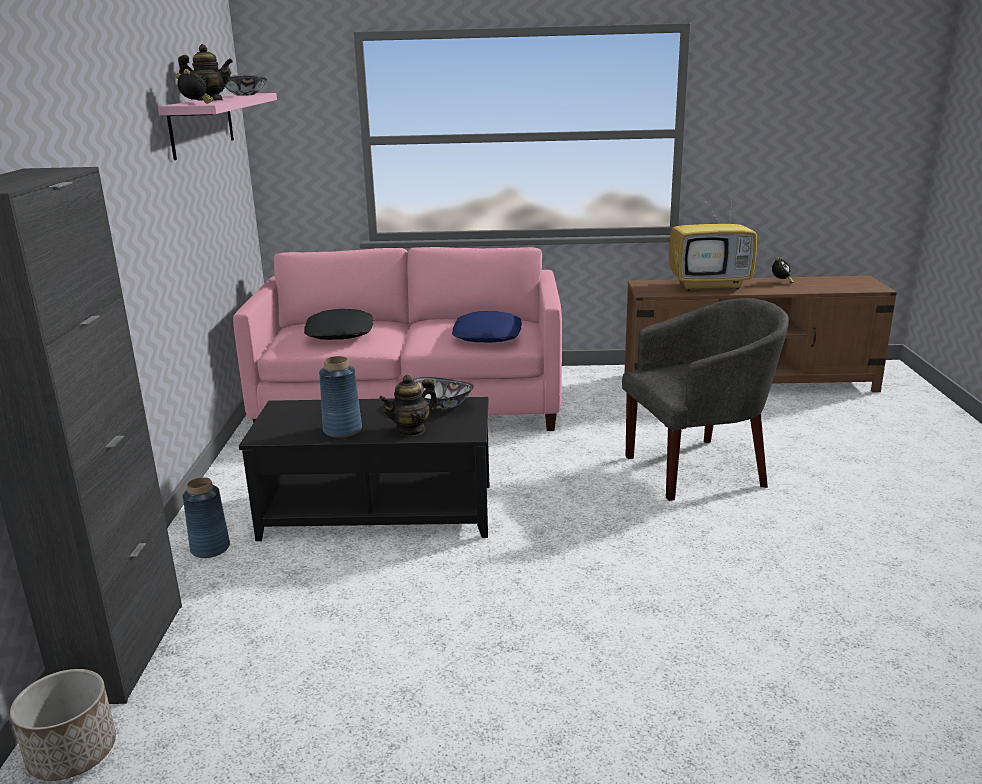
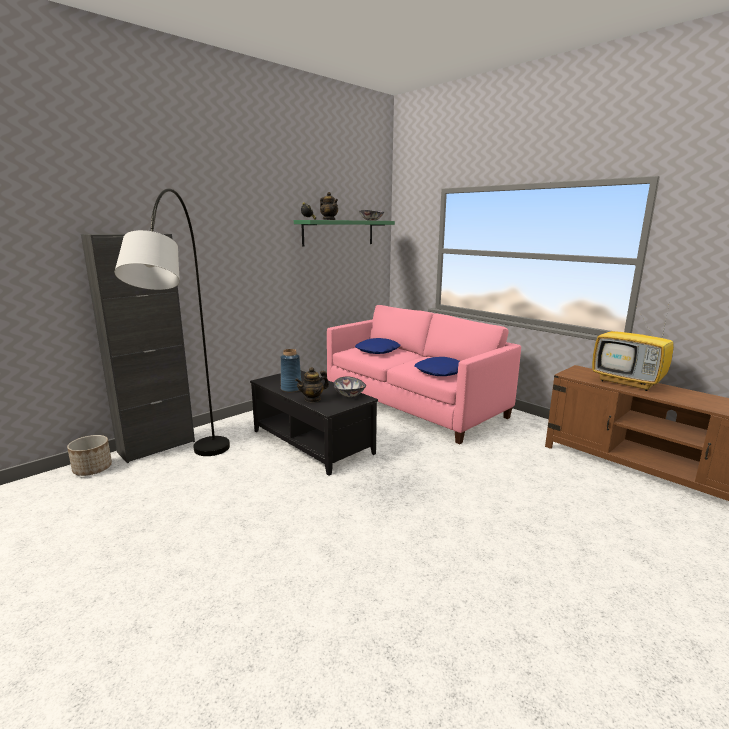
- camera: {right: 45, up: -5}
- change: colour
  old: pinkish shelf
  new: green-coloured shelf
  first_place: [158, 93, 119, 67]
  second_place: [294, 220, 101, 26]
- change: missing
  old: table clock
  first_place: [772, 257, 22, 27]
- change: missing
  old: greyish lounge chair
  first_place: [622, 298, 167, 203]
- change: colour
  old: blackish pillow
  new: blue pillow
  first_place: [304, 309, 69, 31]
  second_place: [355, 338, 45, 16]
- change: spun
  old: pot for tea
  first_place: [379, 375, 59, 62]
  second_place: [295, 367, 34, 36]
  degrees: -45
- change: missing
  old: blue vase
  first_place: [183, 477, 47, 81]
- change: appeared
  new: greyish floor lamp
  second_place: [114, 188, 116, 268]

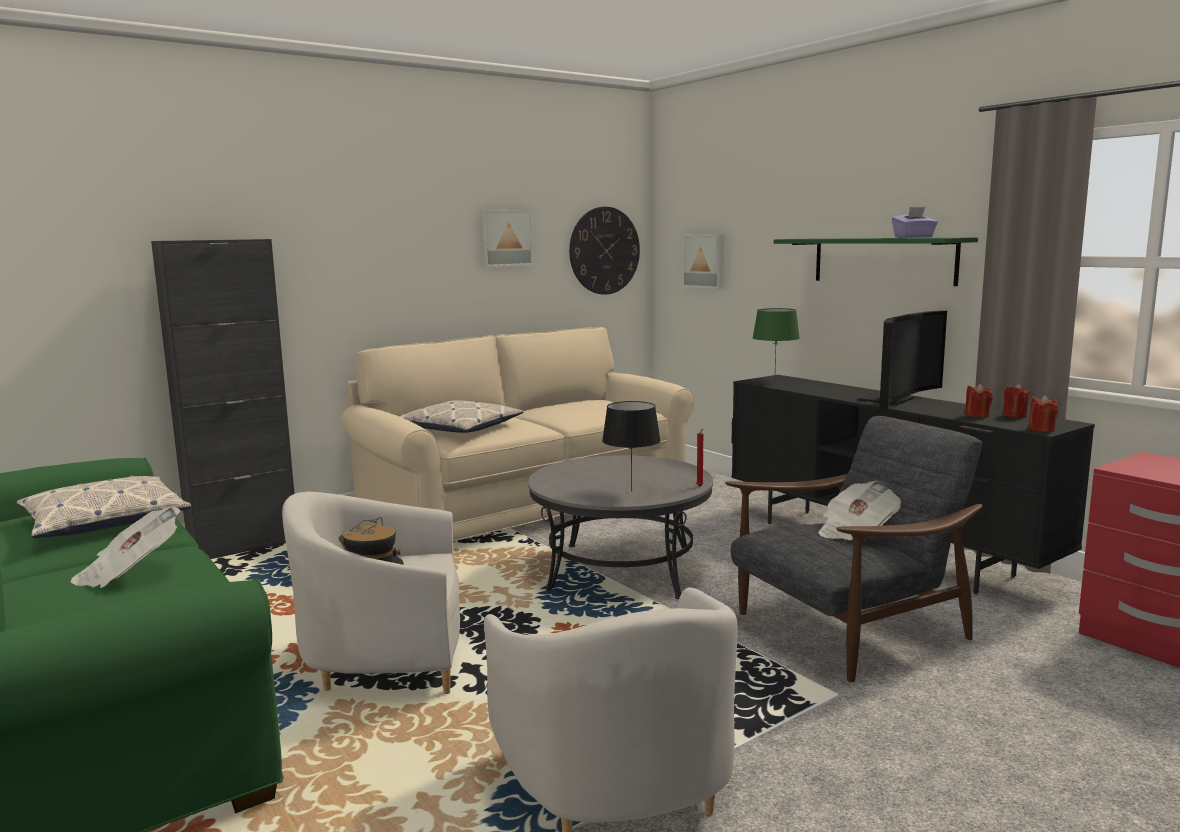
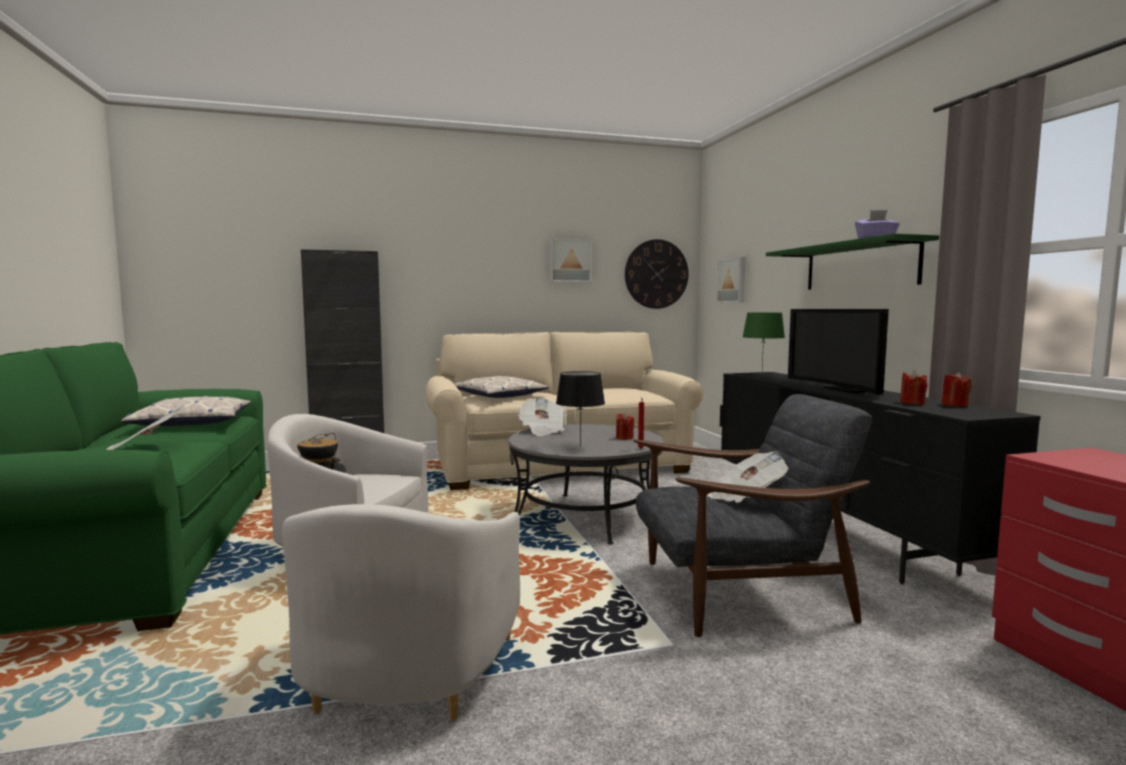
- camera: {right: 20, up: -5}
- change: spun
  old: television
  first_place: [857, 310, 90, 99]
  second_place: [788, 309, 101, 86]
  degrees: 105
- change: relocated
  old: red-coloured candle
  first_place: [1028, 395, 30, 37]
  second_place: [616, 413, 18, 27]
- change: appeared
  new: printed paper
  second_place: [518, 398, 49, 38]

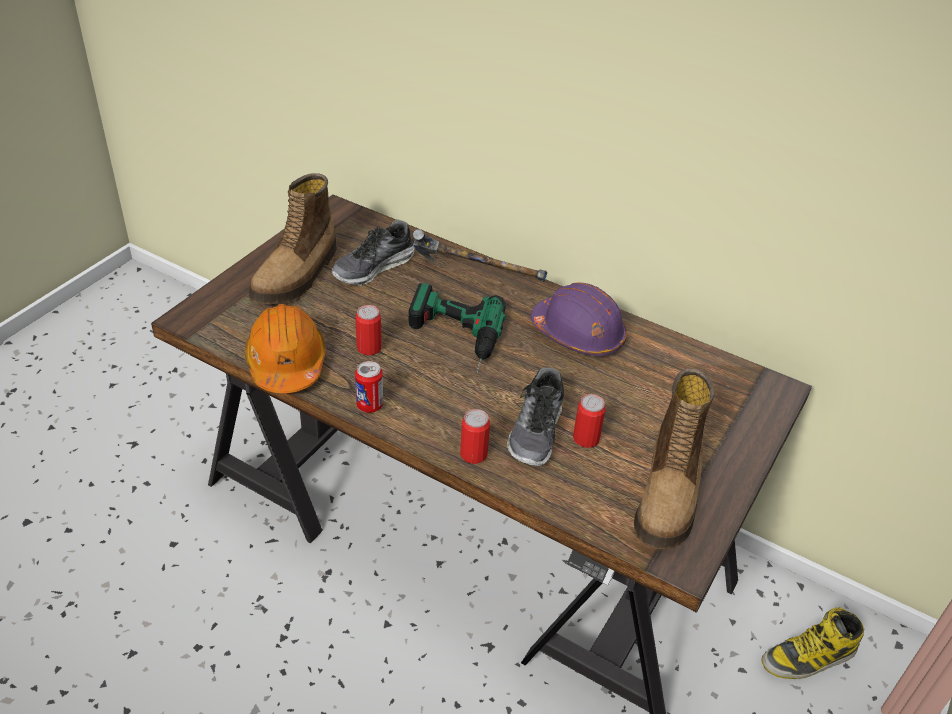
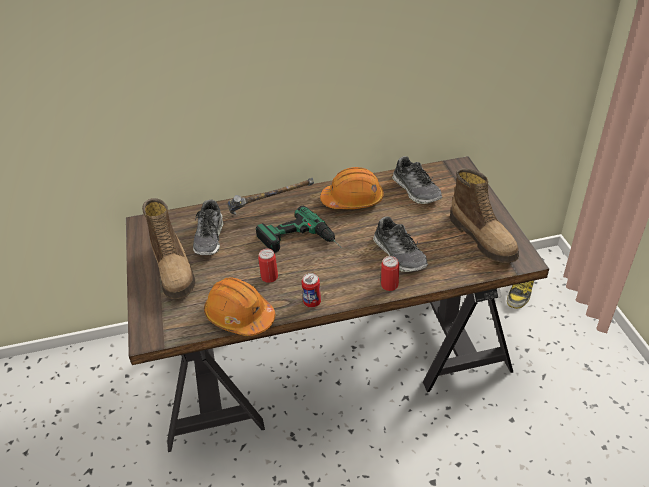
- camera: {right: -40, up: 0}
- change: colour
  old: purplish safety helmet
  new: orange safety helmet
  first_place: [531, 282, 96, 74]
  second_place: [320, 167, 64, 42]
- change: missing
  old: sealed can
  first_place: [573, 394, 33, 54]
- change: appeared
  new: item of footwear
  second_place: [392, 156, 50, 48]

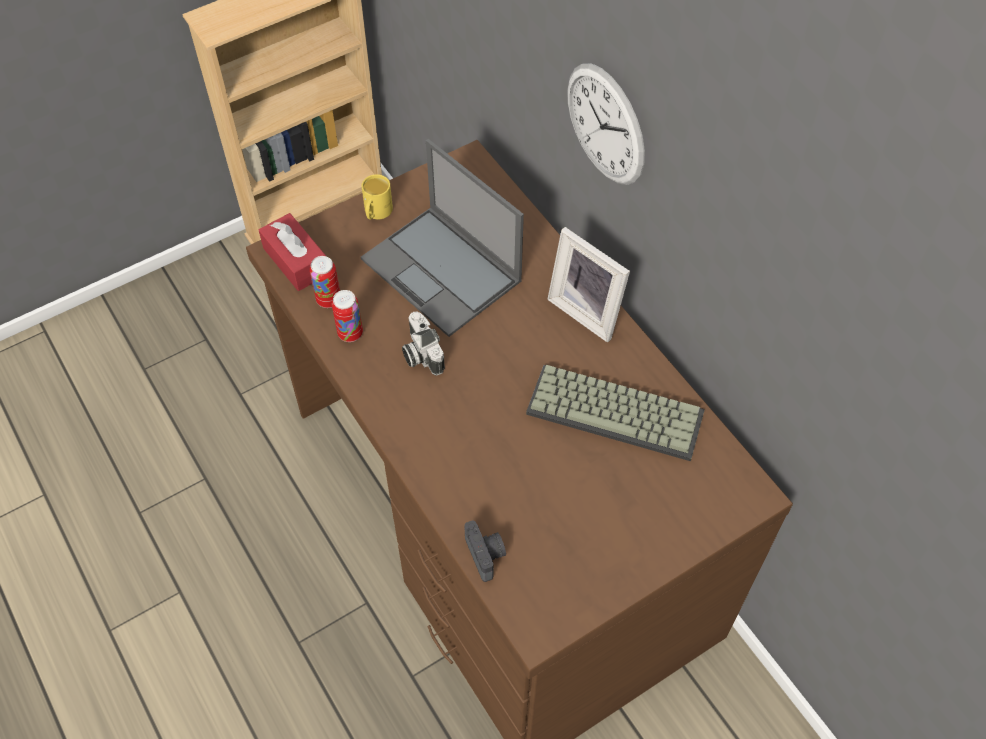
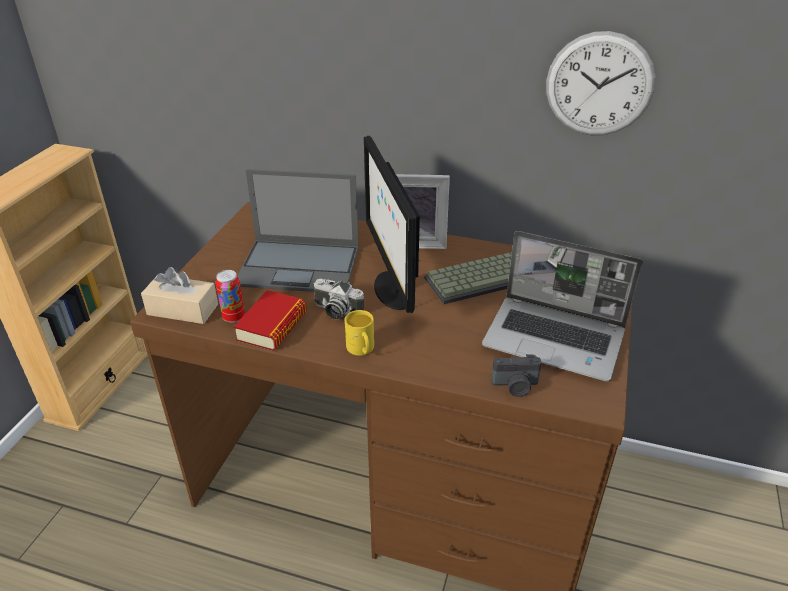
- camera: {right: -40, up: -20}
- change: relocated
  old: wall clock
  first_place: [567, 63, 78, 122]
  second_place: [546, 31, 110, 104]
- change: relocated
  old: yellowish mug
  first_place: [362, 174, 31, 46]
  second_place: [345, 310, 29, 46]
- change: colour
  old: red-coloured tissue holder
  new: beige-coloured tissue holder
  first_place: [259, 213, 67, 78]
  second_place: [141, 267, 77, 57]
- change: exchanged
  old: sealed can
  new: bound book
  first_place: [332, 290, 31, 52]
  second_place: [234, 290, 73, 61]
- change: spun
  old: still camera
  first_place: [464, 520, 42, 62]
  second_place: [491, 354, 51, 43]
  degrees: 150
- change: appeared
  new: computer screen
  second_place: [364, 136, 56, 177]
- change: appeared
  new: laptop
  second_place: [482, 231, 161, 151]

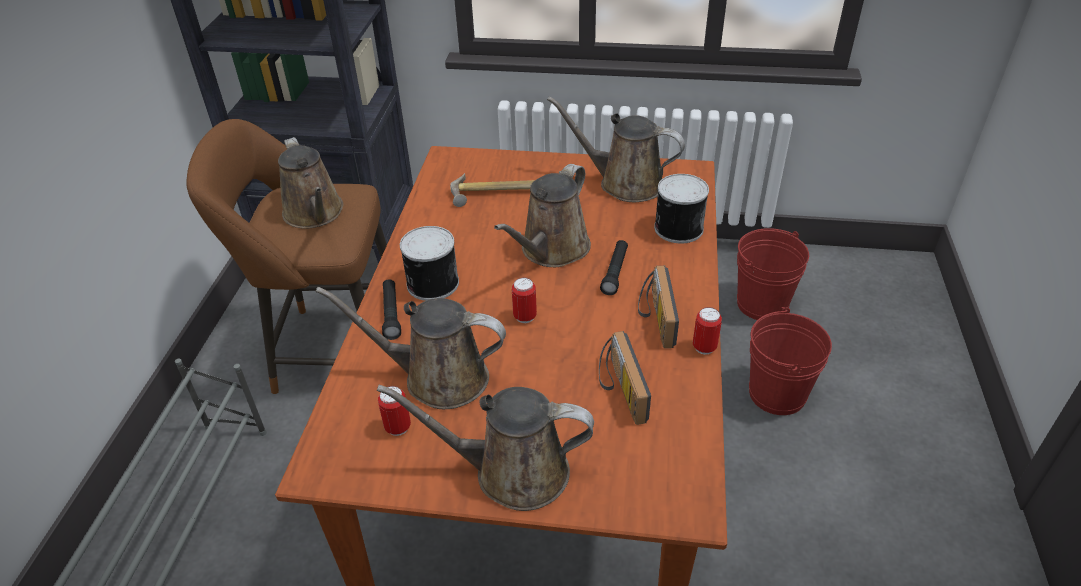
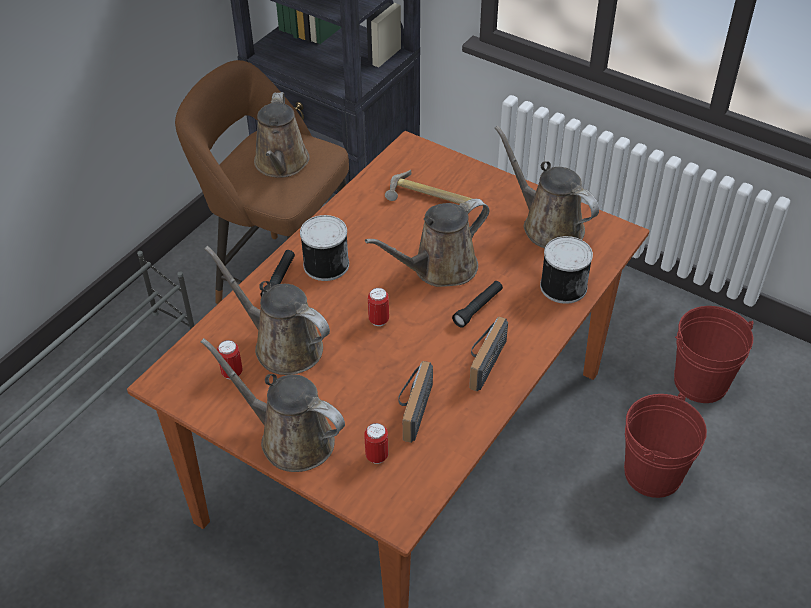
- camera: {right: 25, up: 5}
- change: relocated
  old: sealed can
  first_place: [693, 307, 29, 48]
  second_place: [364, 423, 24, 41]

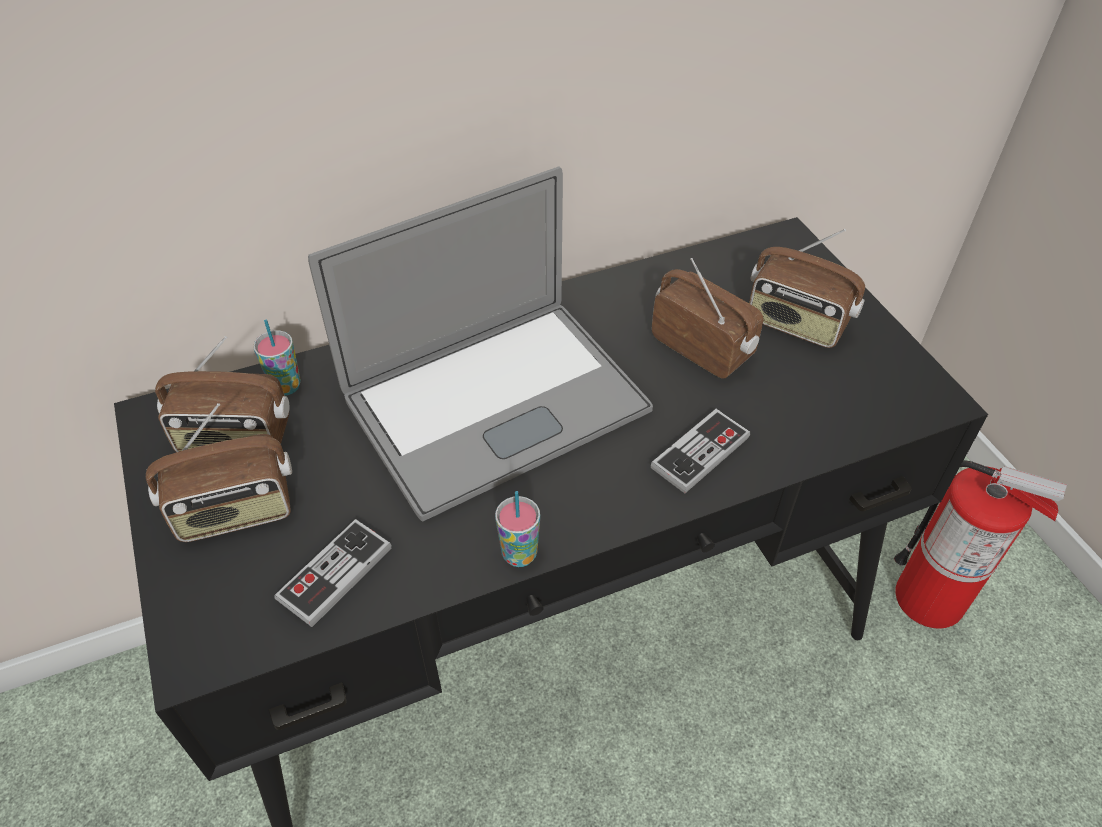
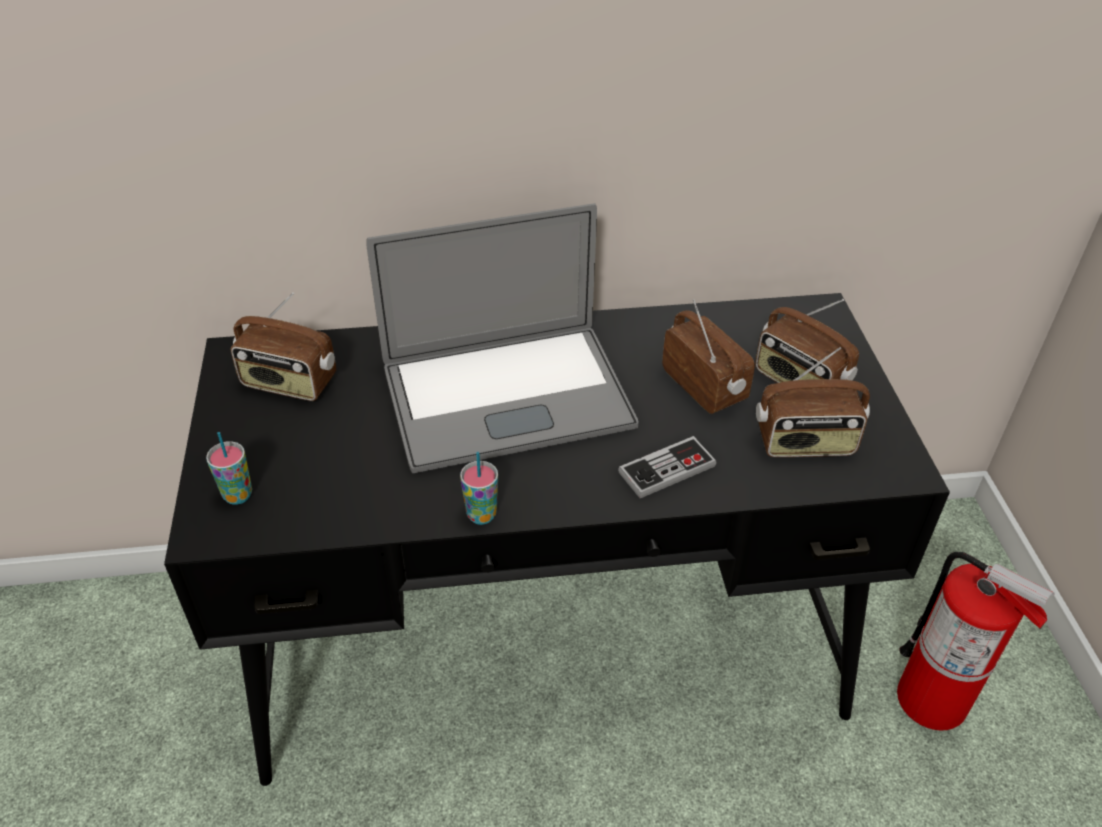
- camera: {right: 15, up: -5}
- change: relocated
  old: drinking cup
  first_place: [253, 320, 48, 76]
  second_place: [206, 432, 46, 73]
- change: relocated
  old: radio set
  first_place: [146, 403, 146, 139]
  second_place: [756, 347, 114, 110]
- change: missing
  old: gamepad
  first_place: [275, 519, 117, 108]

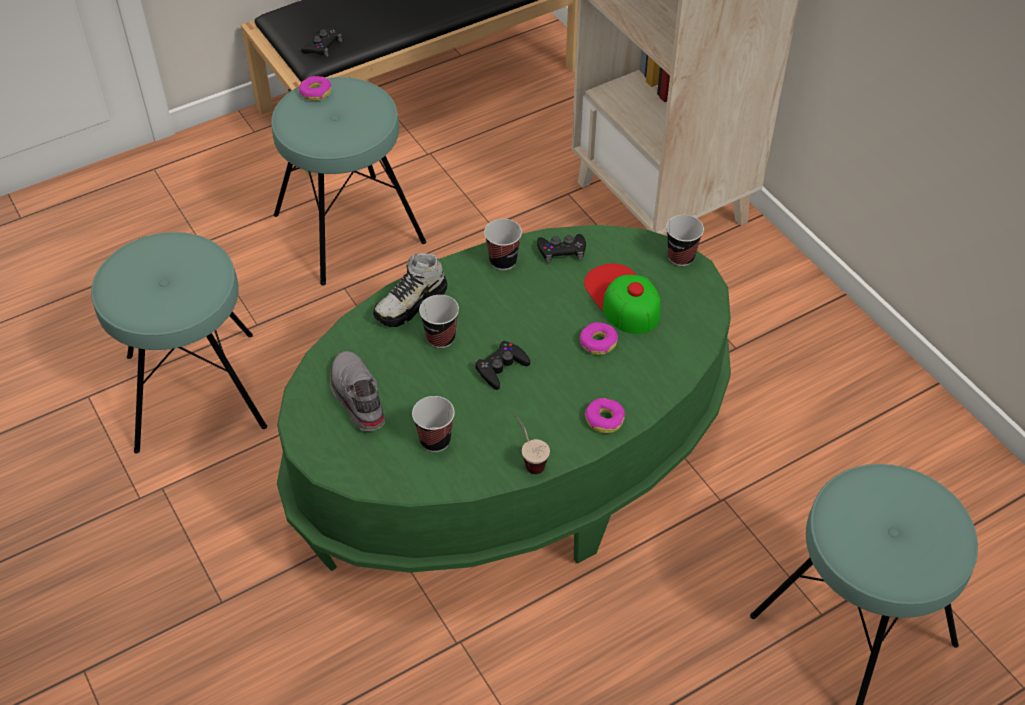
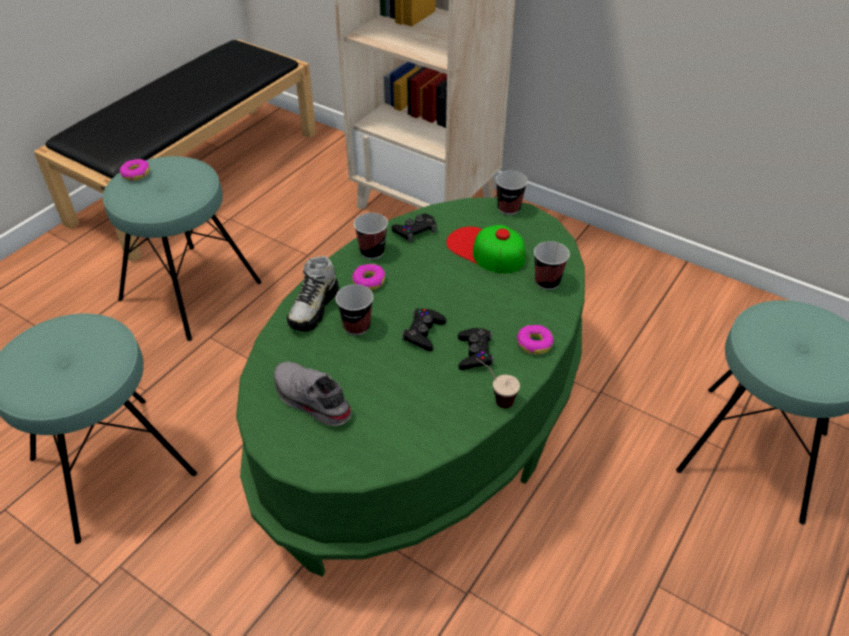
- camera: {right: -25, up: -5}
- change: relocated
  old: blackish gamepad
  first_place: [301, 28, 41, 29]
  second_place: [458, 328, 36, 42]
- change: relocated
  old: doughnut
  first_place: [580, 322, 38, 33]
  second_place: [352, 264, 33, 27]
- change: relocated
  old: drinking cup
  first_place: [412, 396, 43, 56]
  second_place: [534, 241, 36, 49]

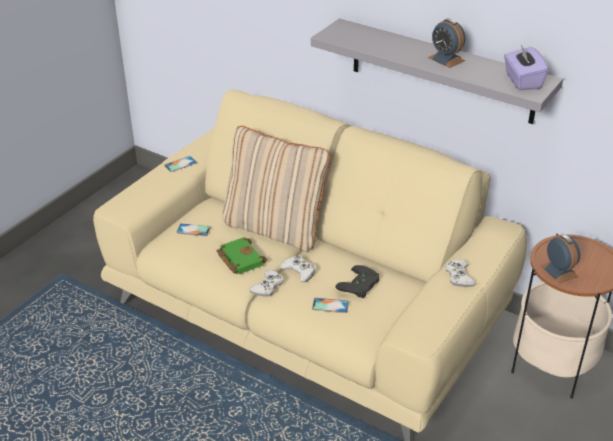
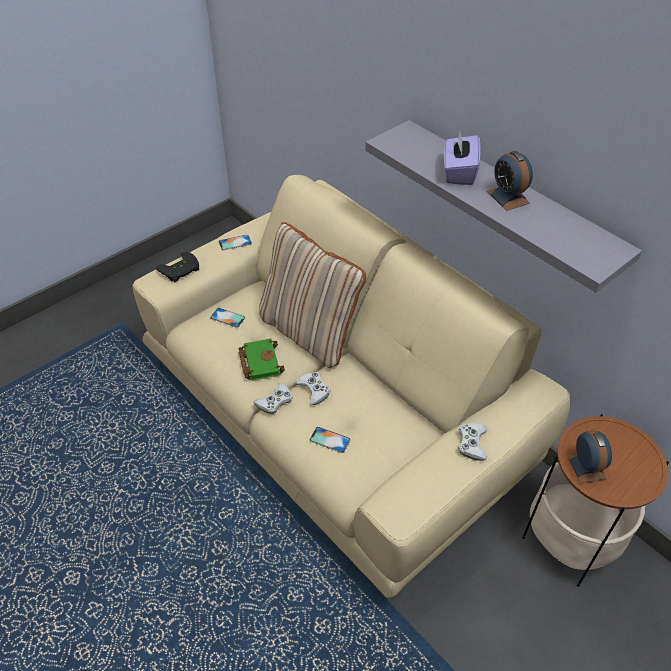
- camera: {right: 15, up: 10}
- change: relocated
  old: purplish tissue holder
  first_place: [504, 45, 45, 45]
  second_place: [444, 132, 37, 53]
- change: relocated
  old: blackish gamepad
  first_place: [335, 265, 44, 33]
  second_place: [156, 252, 43, 31]

